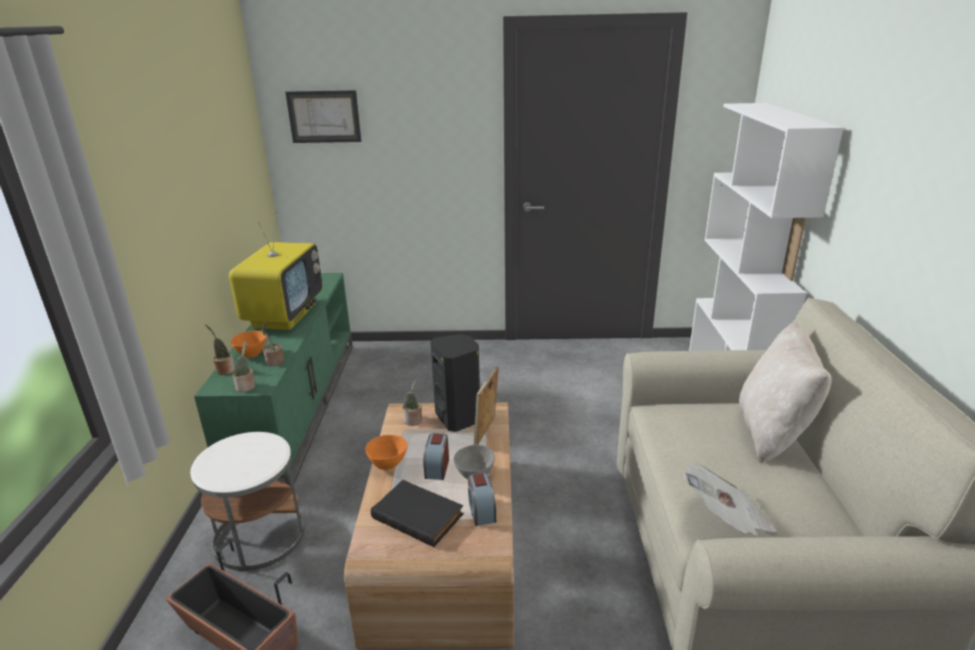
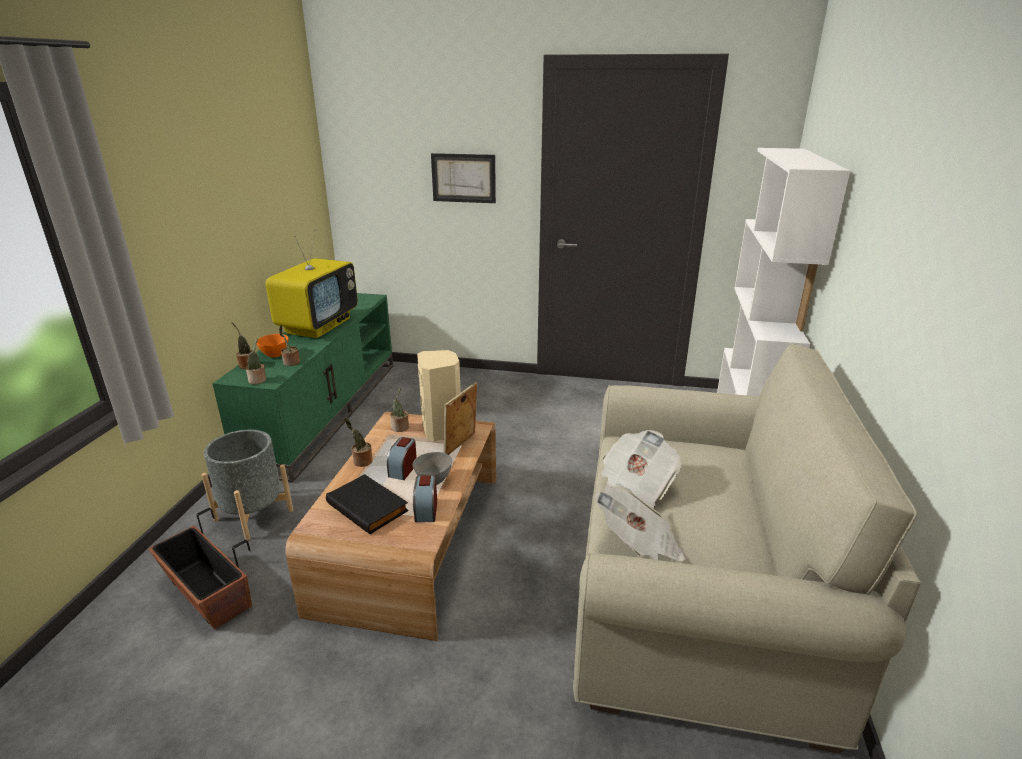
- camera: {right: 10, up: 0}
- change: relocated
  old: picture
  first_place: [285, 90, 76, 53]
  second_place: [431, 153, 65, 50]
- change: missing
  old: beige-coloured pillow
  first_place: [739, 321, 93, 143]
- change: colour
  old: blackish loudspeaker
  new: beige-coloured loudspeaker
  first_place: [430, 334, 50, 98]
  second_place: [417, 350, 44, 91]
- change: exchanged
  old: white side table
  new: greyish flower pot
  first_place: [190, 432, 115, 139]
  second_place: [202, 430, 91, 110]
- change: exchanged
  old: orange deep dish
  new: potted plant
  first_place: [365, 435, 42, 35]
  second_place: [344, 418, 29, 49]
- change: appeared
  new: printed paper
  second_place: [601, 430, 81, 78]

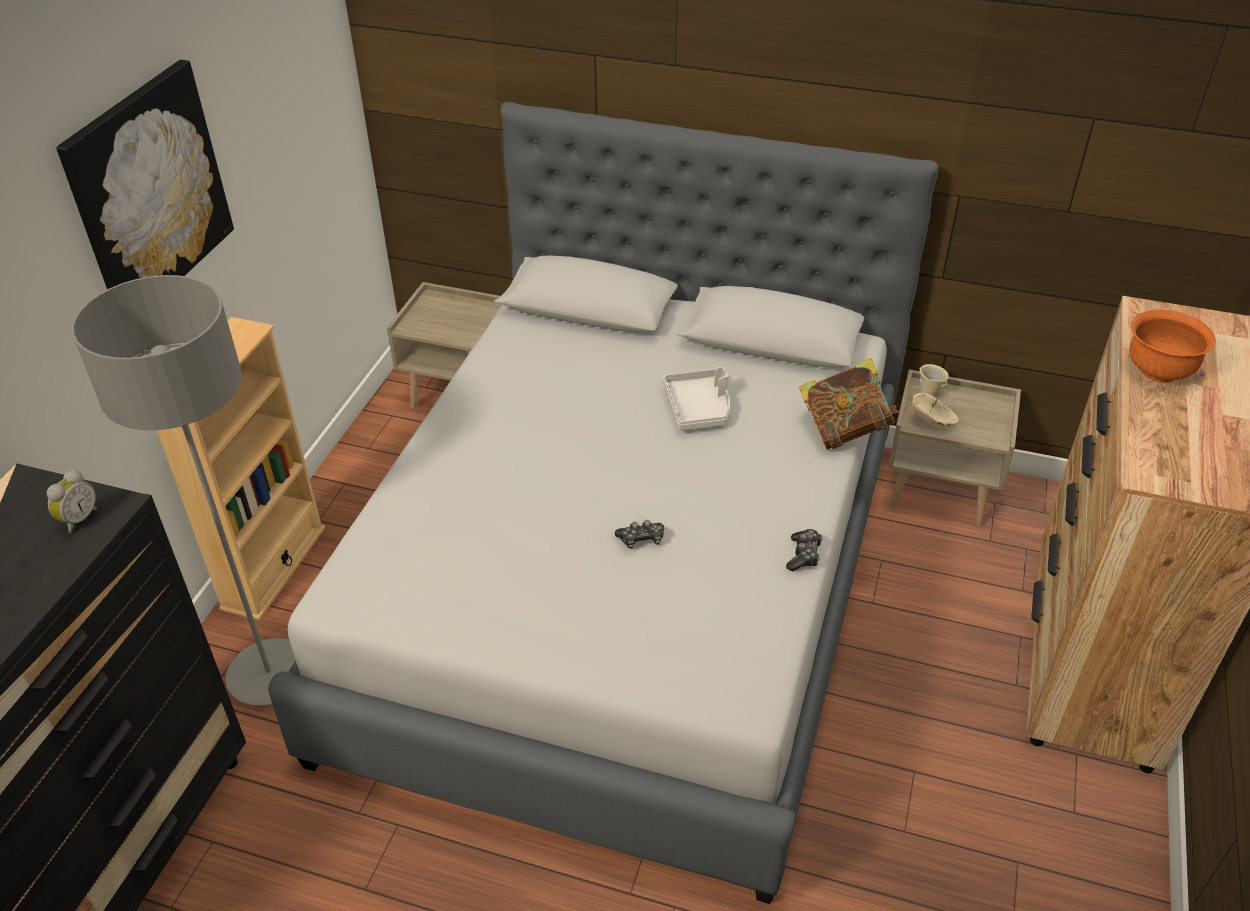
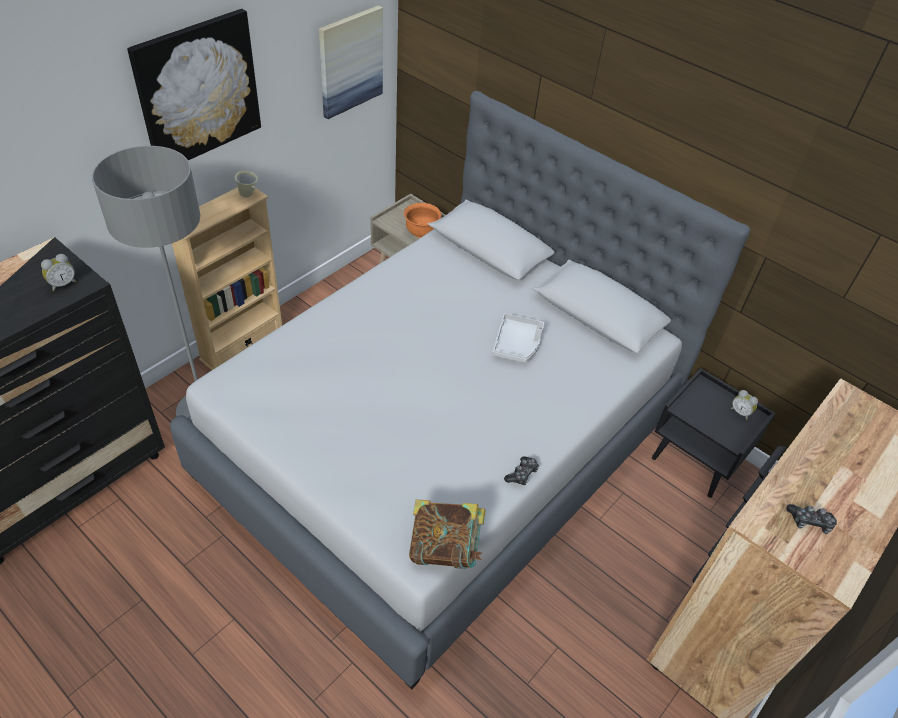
- camera: {right: 20, up: 5}
- change: relocated
  old: orange deep dish
  first_place: [1129, 310, 87, 73]
  second_place: [404, 203, 37, 35]
- change: relocated
  old: bound book
  first_place: [799, 358, 101, 92]
  second_place: [409, 500, 77, 69]
- change: relocated
  old: beige-coloured mug
  first_place: [919, 364, 30, 33]
  second_place: [235, 171, 23, 27]
- change: colour
  old: beige-coloured nightstand
  new: blackish nightstand
  first_place: [888, 369, 133, 158]
  second_place: [652, 368, 124, 130]
- change: missing
  old: beige-coloured deep dish
  first_place: [912, 393, 47, 34]
- change: relocated
  old: gamepad
  first_place: [615, 520, 49, 29]
  second_place: [787, 504, 50, 30]
- change: appeared
  new: picture
  second_place: [319, 6, 64, 113]
- change: appeared
  new: table clock
  second_place: [731, 390, 27, 30]

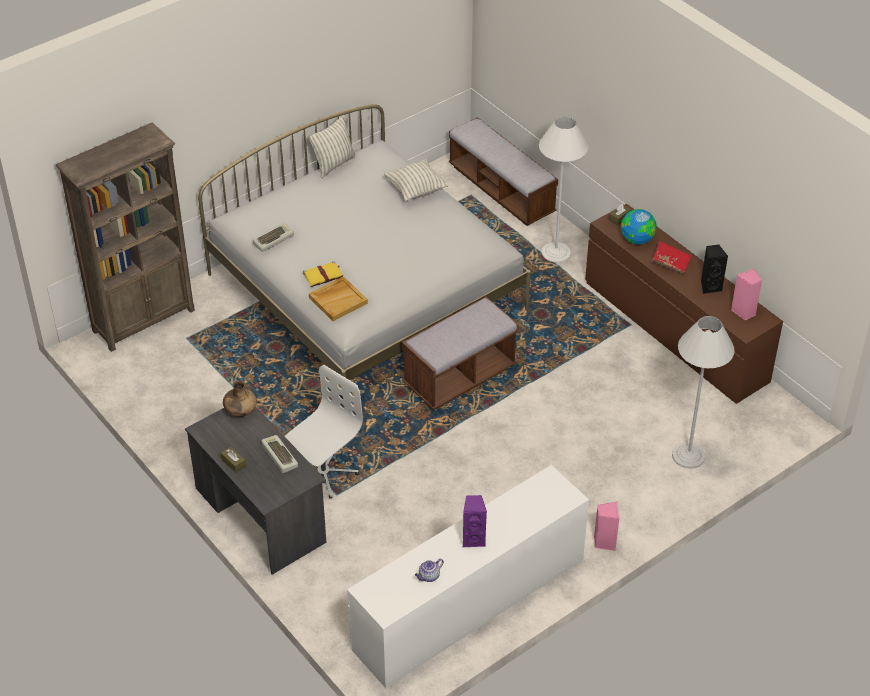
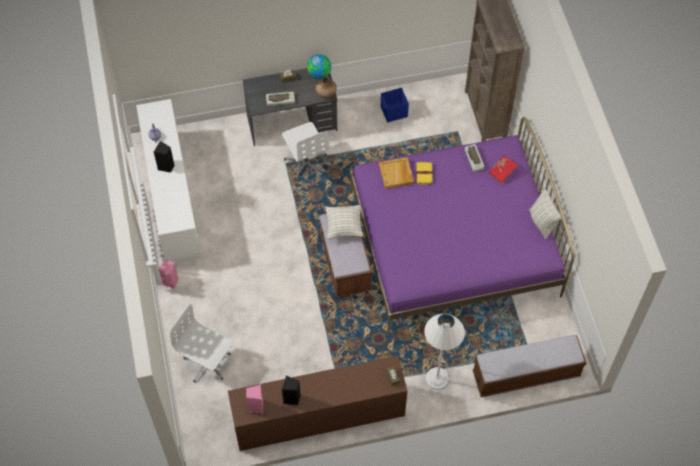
- camera: {right: 115, up: 15}
- change: colour
  old: white bedroom bed
  new: purplish bedroom bed
  first_place: [198, 104, 333, 276]
  second_place: [350, 117, 224, 216]
- change: relocated
  old: pillow
  first_place: [384, 159, 64, 42]
  second_place: [325, 205, 38, 34]
- change: relocated
  old: world globe
  first_place: [621, 209, 35, 36]
  second_place: [307, 54, 24, 25]
- change: relocated
  old: red-coloured bound book
  first_place: [652, 241, 40, 34]
  second_place: [488, 155, 30, 29]
- change: exchanged
  old: white floor lamp
  new: white office chair
  first_place: [672, 316, 63, 153]
  second_place: [170, 304, 62, 78]
- change: colour
  old: purplish loudspeaker
  new: blackish loudspeaker
  first_place: [463, 495, 24, 52]
  second_place: [154, 141, 21, 32]
- change: appeared
  new: blue storage box
  second_place: [381, 88, 28, 34]

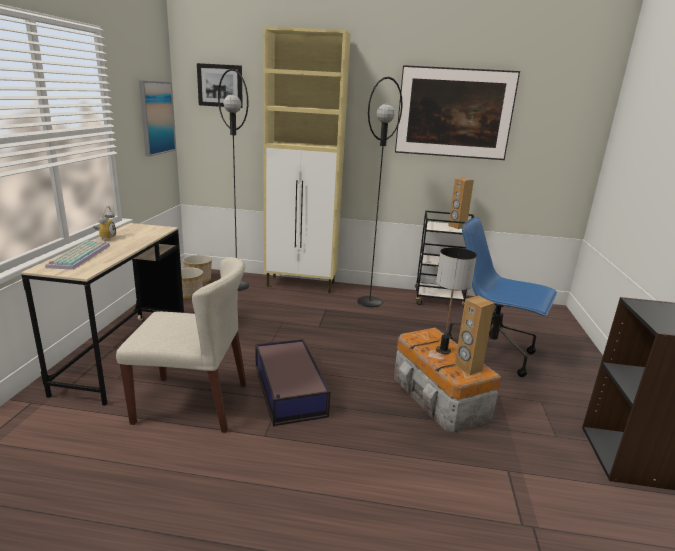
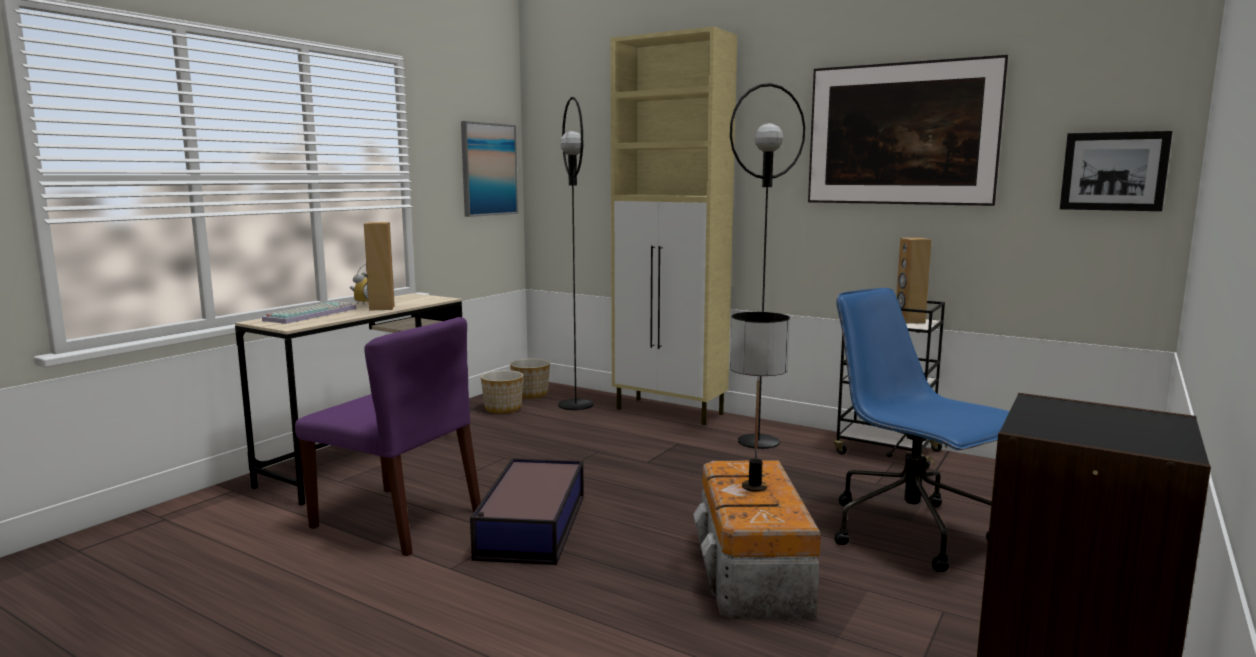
- camera: {right: 25, up: -10}
- change: relocated
  old: picture
  first_place: [197, 63, 46, 45]
  second_place: [1060, 131, 112, 80]
- change: colour
  old: beige-coloured chair
  new: purplish chair
  first_place: [116, 257, 130, 176]
  second_place: [295, 317, 186, 239]
- change: relocated
  old: brown loudspeaker
  first_place: [455, 296, 39, 79]
  second_place: [364, 222, 31, 89]

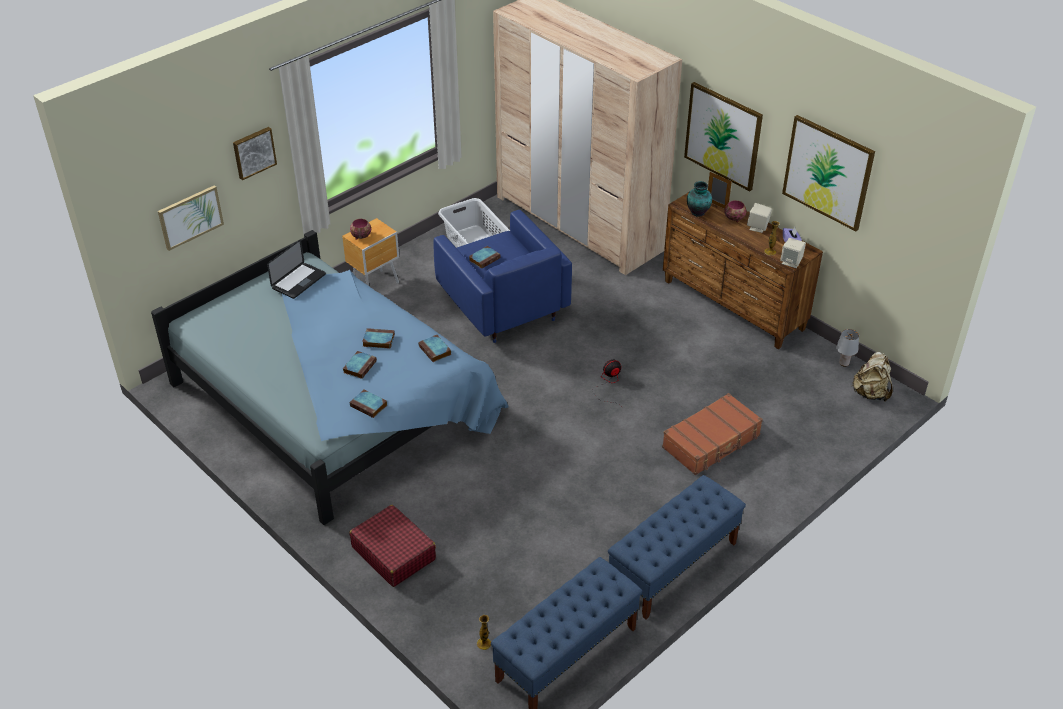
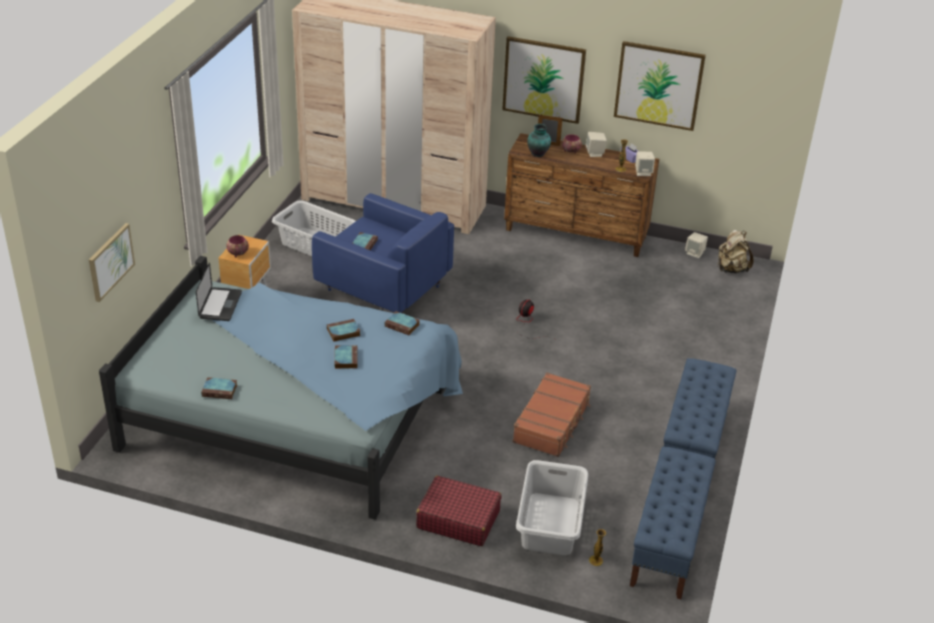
- camera: {right: -30, up: -5}
- change: missing
  old: picture
  first_place: [233, 127, 44, 53]
- change: exchanged
  old: greyish lamp for a table
  new: beige-coloured loudspeaker
  first_place: [836, 329, 23, 38]
  second_place: [685, 232, 23, 26]
- change: relocated
  old: bound book
  first_place: [349, 389, 38, 29]
  second_place: [201, 377, 36, 22]
- change: relocated
  old: brown travel case
  first_place: [662, 393, 101, 82]
  second_place: [513, 372, 78, 85]
- change: appeared
  new: greyish washing basket
  second_place: [516, 460, 73, 95]

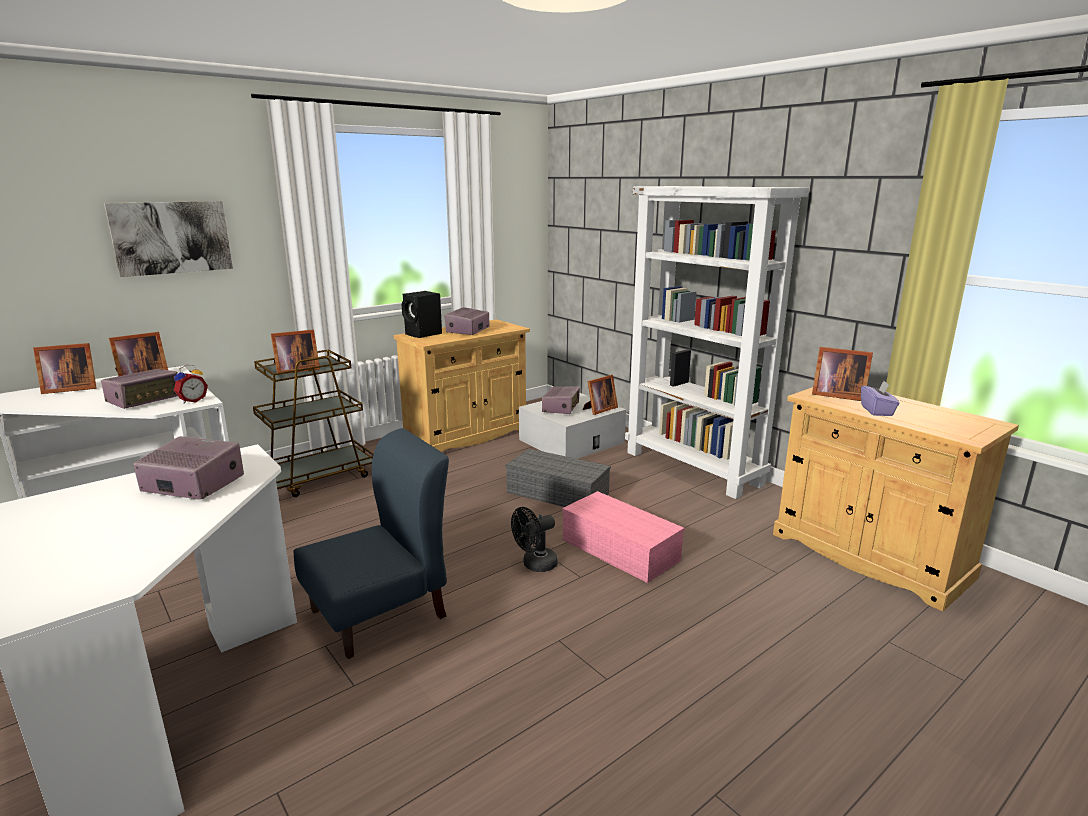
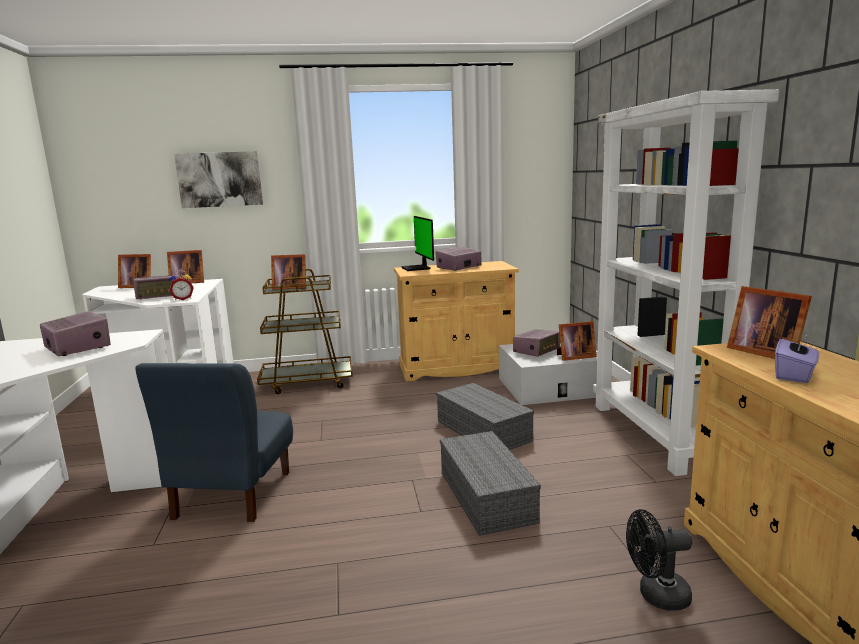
- camera: {right: 30, up: -5}
- change: exchanged
  old: blackish loudspeaker
  new: computer screen
  first_place: [402, 291, 40, 47]
  second_place: [401, 216, 33, 55]
- change: spun
  old: blue chair
  first_place: [294, 428, 155, 231]
  second_place: [136, 363, 157, 159]
  degrees: 105
- change: colour
  old: pinkish storage box
  new: greyish storage box
  first_place: [562, 491, 122, 92]
  second_place: [440, 431, 101, 105]
- change: relocated
  old: blackish electric fan
  first_place: [511, 507, 47, 65]
  second_place: [626, 509, 66, 102]

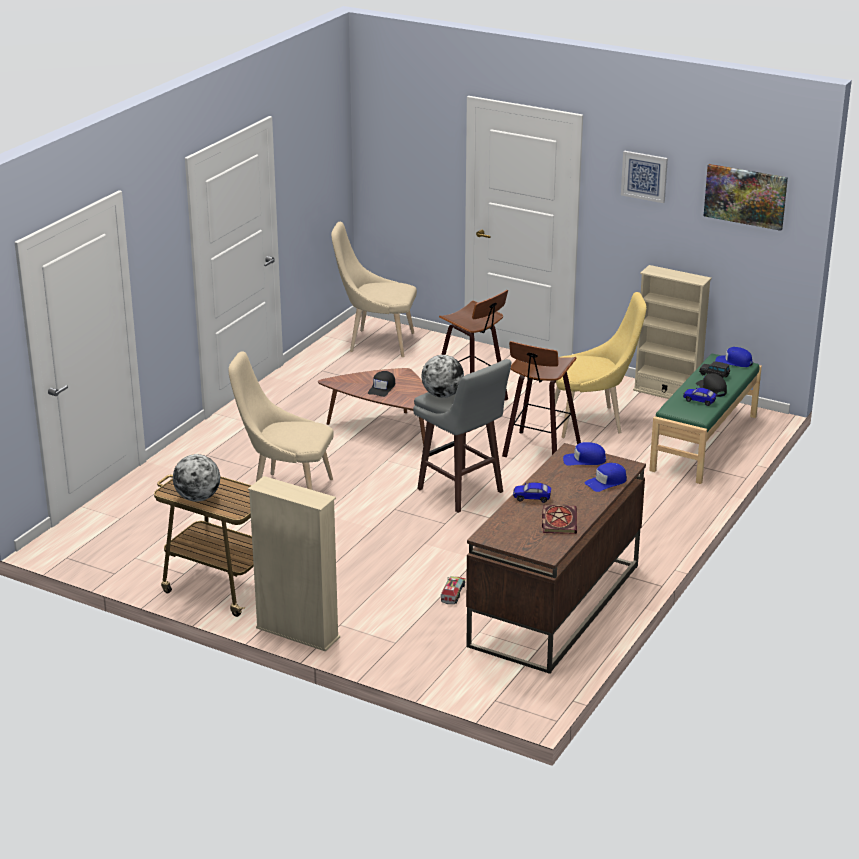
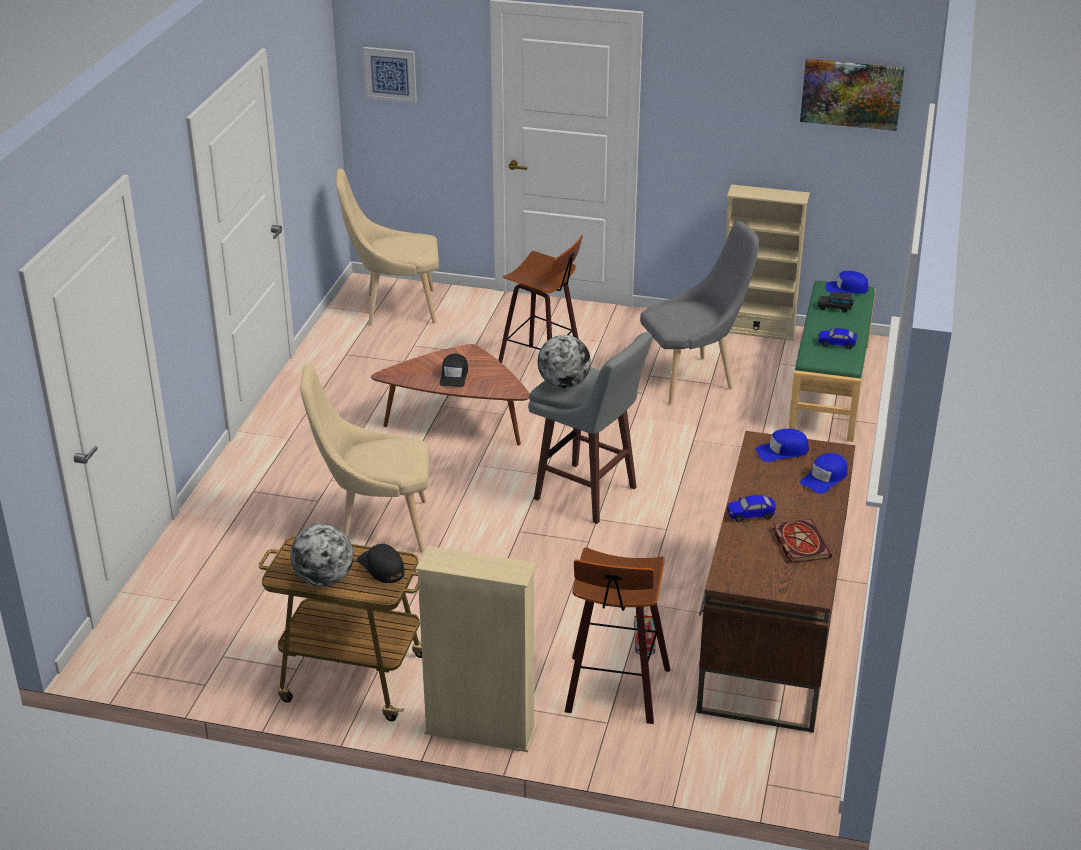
- camera: {right: -15, up: 5}
- change: relocated
  old: picture
  first_place: [621, 151, 47, 52]
  second_place: [363, 47, 54, 56]
- change: colour
  old: yellowish chair
  new: greyish chair
  first_place: [555, 292, 92, 146]
  second_place: [640, 221, 119, 184]
- change: relocated
  old: stool
  first_place: [502, 341, 79, 116]
  second_place: [565, 547, 105, 177]
- change: relocated
  old: blackish peaked cap
  first_place: [696, 373, 31, 24]
  second_place: [357, 544, 48, 39]

